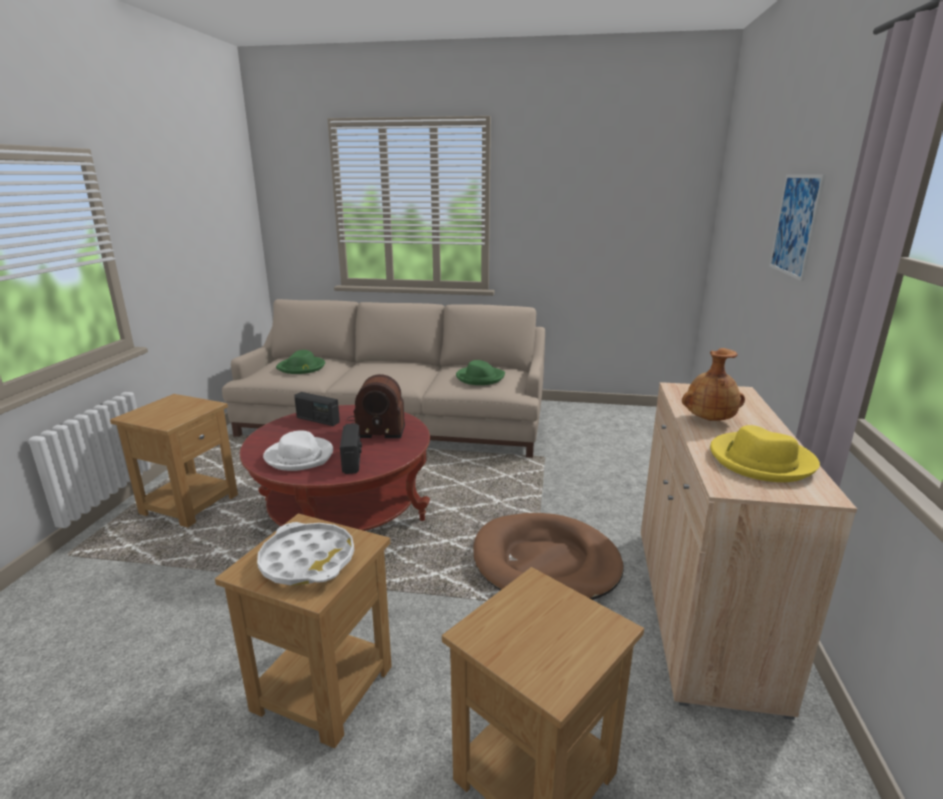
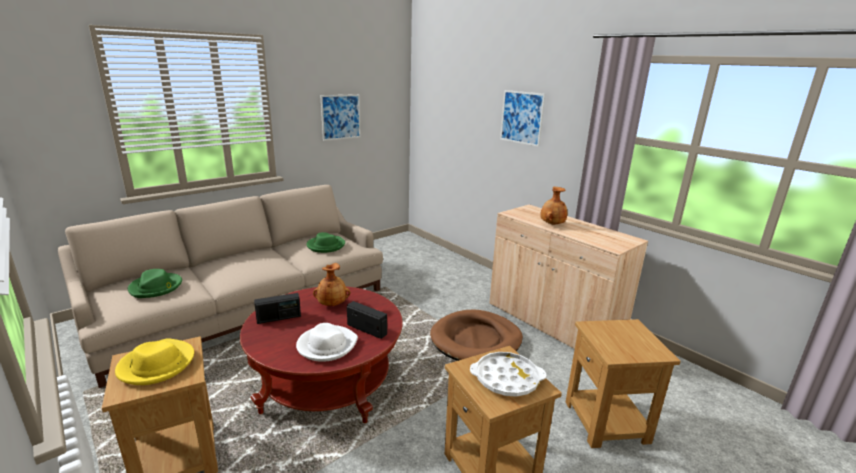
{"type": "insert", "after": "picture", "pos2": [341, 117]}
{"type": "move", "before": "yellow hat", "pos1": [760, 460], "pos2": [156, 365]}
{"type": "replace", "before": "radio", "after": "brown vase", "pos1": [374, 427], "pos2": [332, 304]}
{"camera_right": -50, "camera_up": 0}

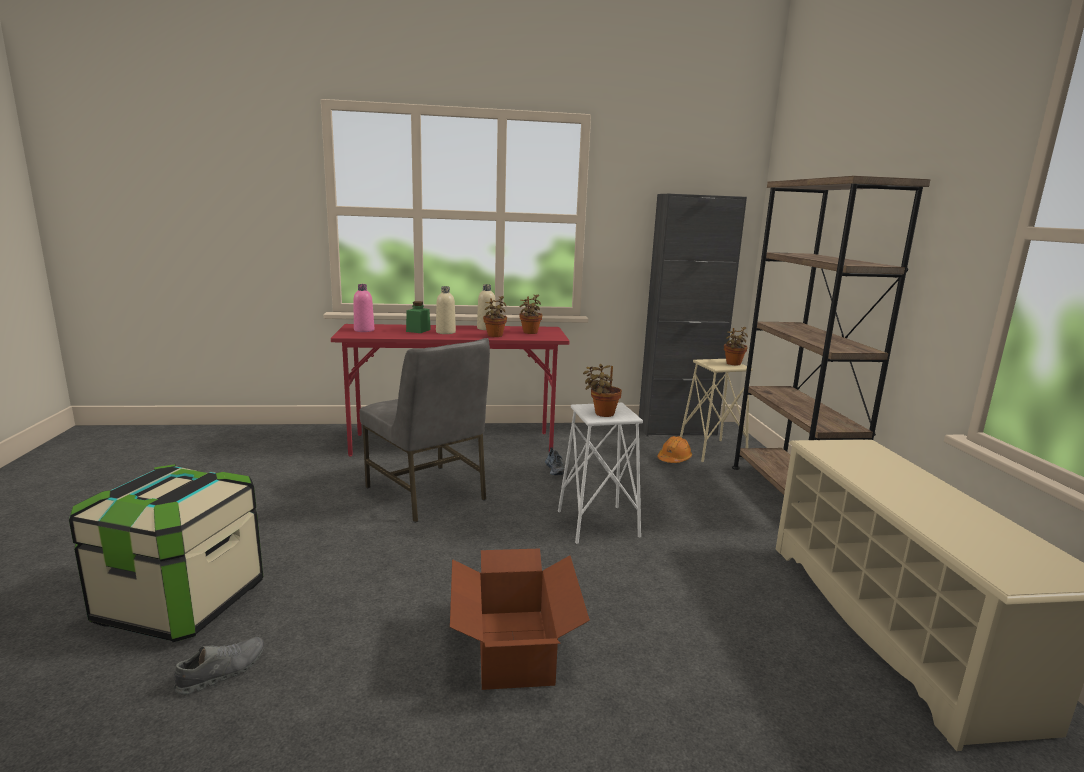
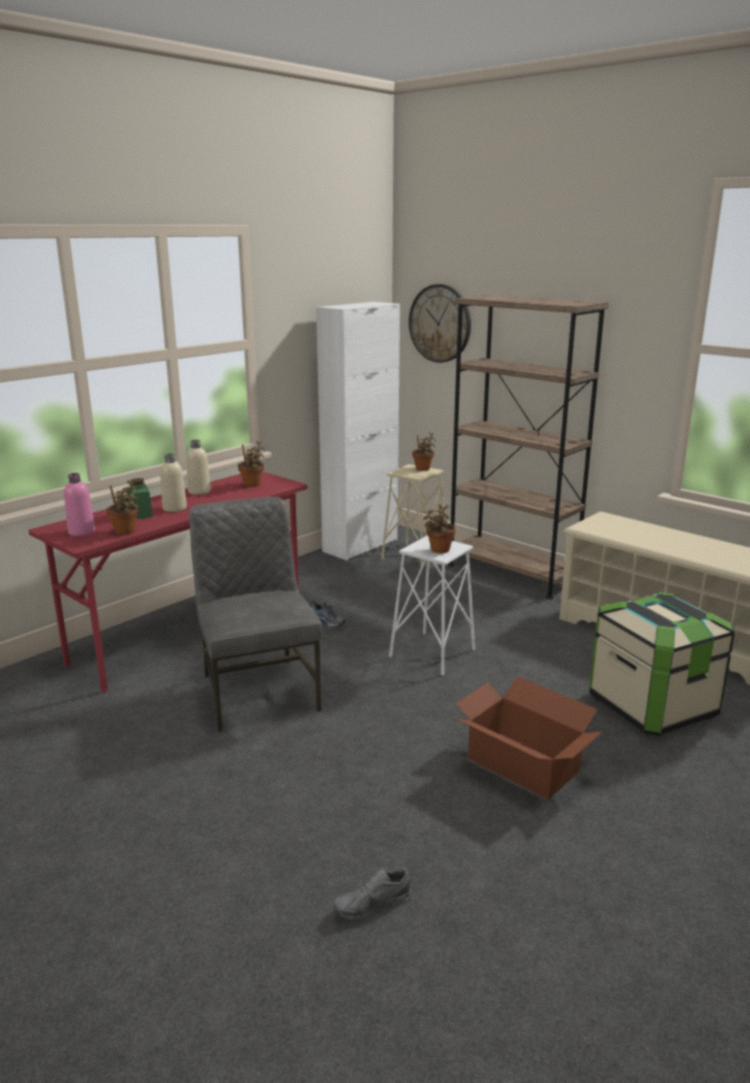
{"type": "delete", "before": "orange hard hat", "pos1": [674, 459]}
{"type": "insert", "after": "wall clock", "pos2": [440, 323]}
{"type": "move", "before": "storage box", "pos1": [182, 602], "pos2": [652, 706]}
{"type": "move", "before": "potted plant", "pos1": [494, 336], "pos2": [126, 532]}
{"type": "recolor", "before": "black cabinet", "after": "white cabinet", "pos1": [677, 430], "pos2": [360, 545]}
{"type": "rotate", "before": "grey shoe", "pos1": [222, 672], "pos2": [372, 904], "turn": -120}
{"type": "rotate", "before": "grey chair", "pos1": [427, 493], "pos2": [258, 691], "turn": -120}
{"camera_right": -40, "camera_up": 5}

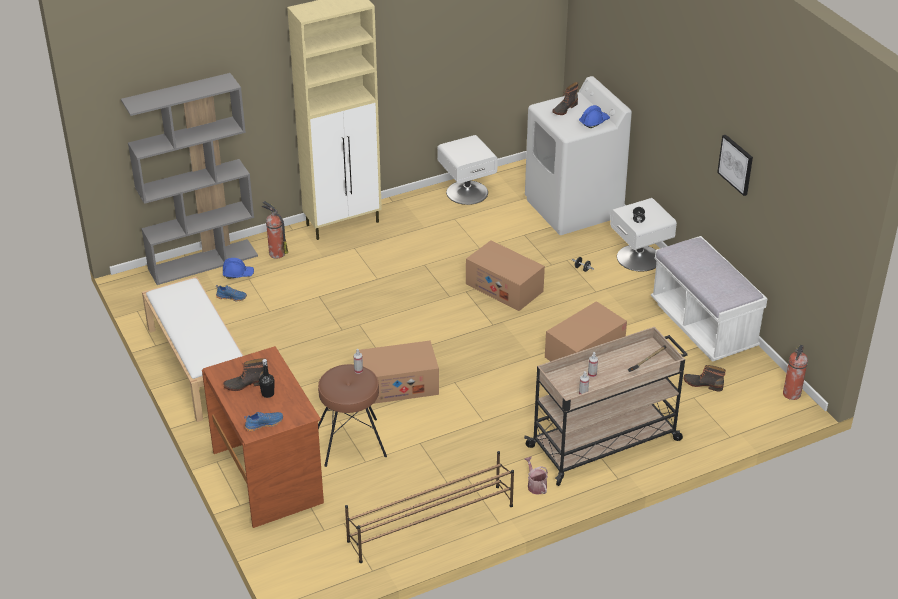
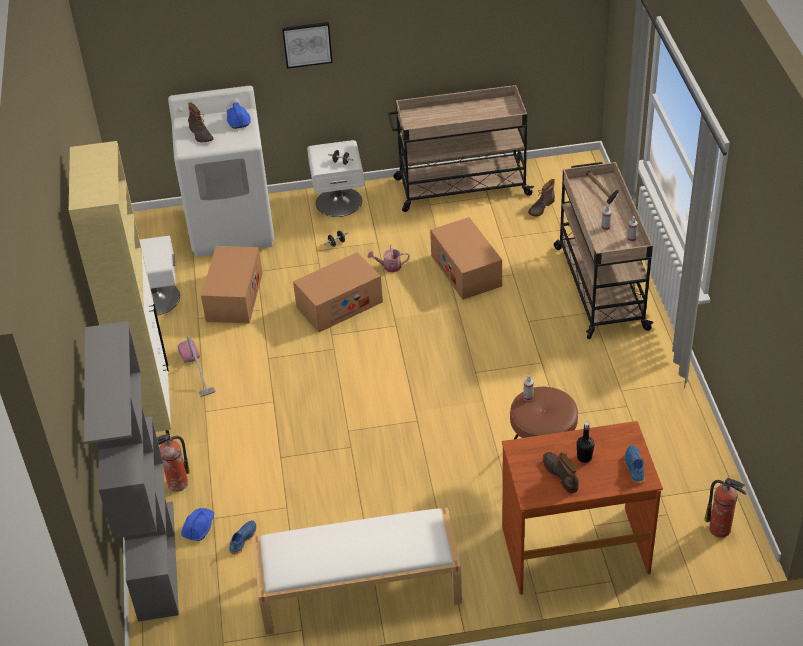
{"type": "delete", "before": "brown shoe rack", "pos1": [429, 523]}
{"type": "insert", "after": "vacuum cleaner", "pos2": [196, 371]}
{"type": "move", "before": "cardboard box", "pos1": [399, 385], "pos2": [234, 297]}
{"type": "move", "before": "watering can", "pos1": [535, 485], "pos2": [389, 266]}
{"type": "move", "before": "picture", "pos1": [736, 164], "pos2": [307, 44]}
{"type": "move", "before": "fire extinguisher", "pos1": [791, 394], "pos2": [721, 529]}
{"type": "replace", "before": "white bench", "after": "beige cart", "pos1": [703, 326], "pos2": [460, 187]}
{"type": "rotate", "before": "boot", "pos1": [246, 383], "pos2": [561, 474], "turn": 150}
{"camera_right": -70, "camera_up": 5}

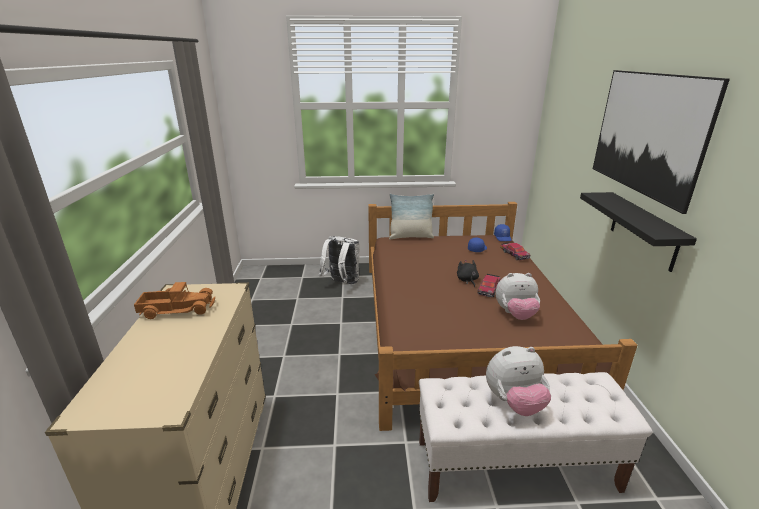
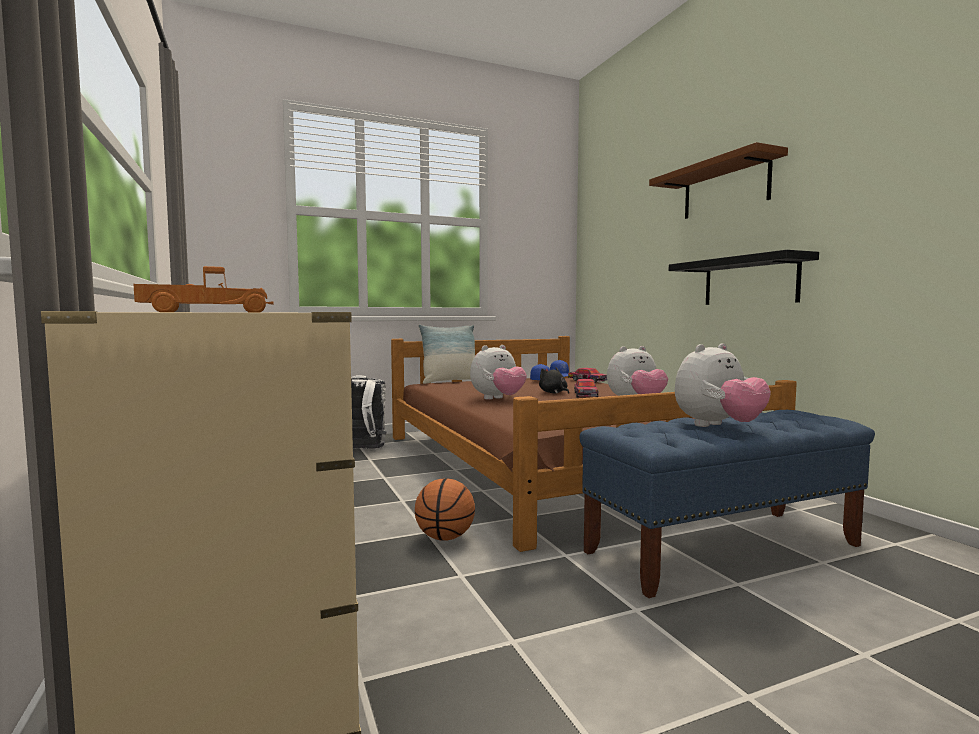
{"type": "insert", "after": "basketball", "pos2": [445, 538]}
{"type": "insert", "after": "plush toy", "pos2": [498, 399]}
{"type": "replace", "before": "picture", "after": "brown shelf", "pos1": [647, 133], "pos2": [725, 188]}
{"type": "recolor", "before": "white bench", "after": "blue bench", "pos1": [516, 465], "pos2": [724, 548]}
{"camera_right": -20, "camera_up": -20}

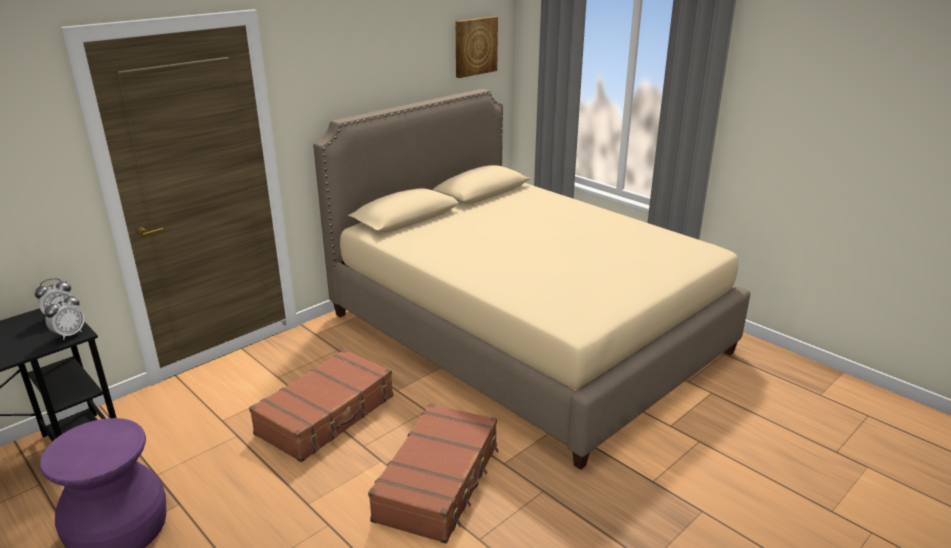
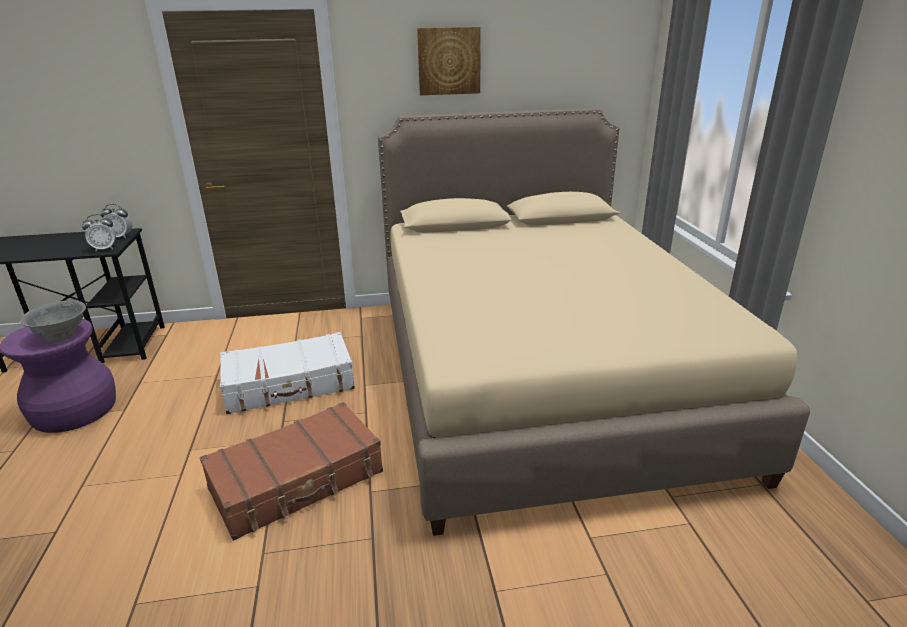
{"type": "insert", "after": "grey bowl", "pos2": [61, 335]}
{"type": "move", "before": "picture", "pos1": [475, 46], "pos2": [449, 61]}
{"type": "recolor", "before": "brown suitcase", "after": "white suitcase", "pos1": [327, 415], "pos2": [290, 385]}
{"camera_right": 35, "camera_up": 0}

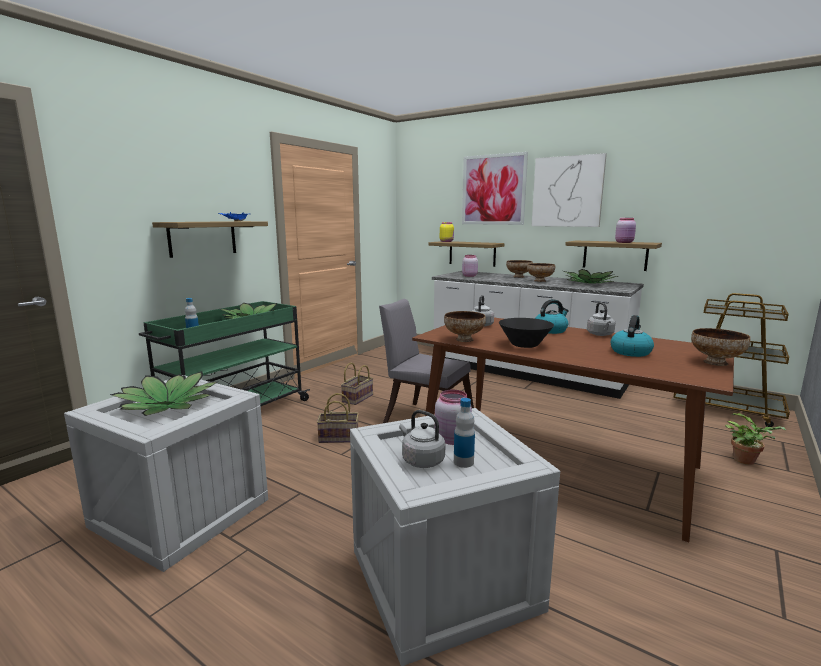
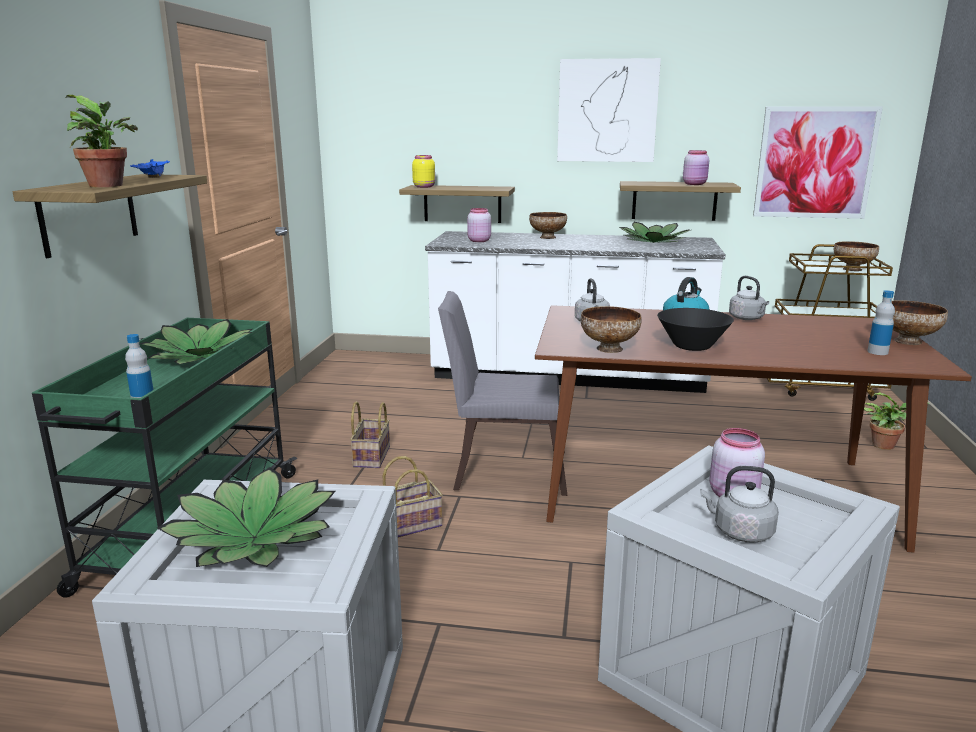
{"type": "delete", "before": "kettle", "pos1": [630, 352]}
{"type": "insert", "after": "potted plant", "pos2": [109, 186]}
{"type": "move", "before": "bottle", "pos1": [463, 462], "pos2": [877, 352]}
{"type": "move", "before": "picture", "pos1": [493, 190], "pos2": [815, 163]}
{"type": "move", "before": "bowl", "pos1": [540, 281], "pos2": [853, 269]}
{"camera_right": -25, "camera_up": 5}

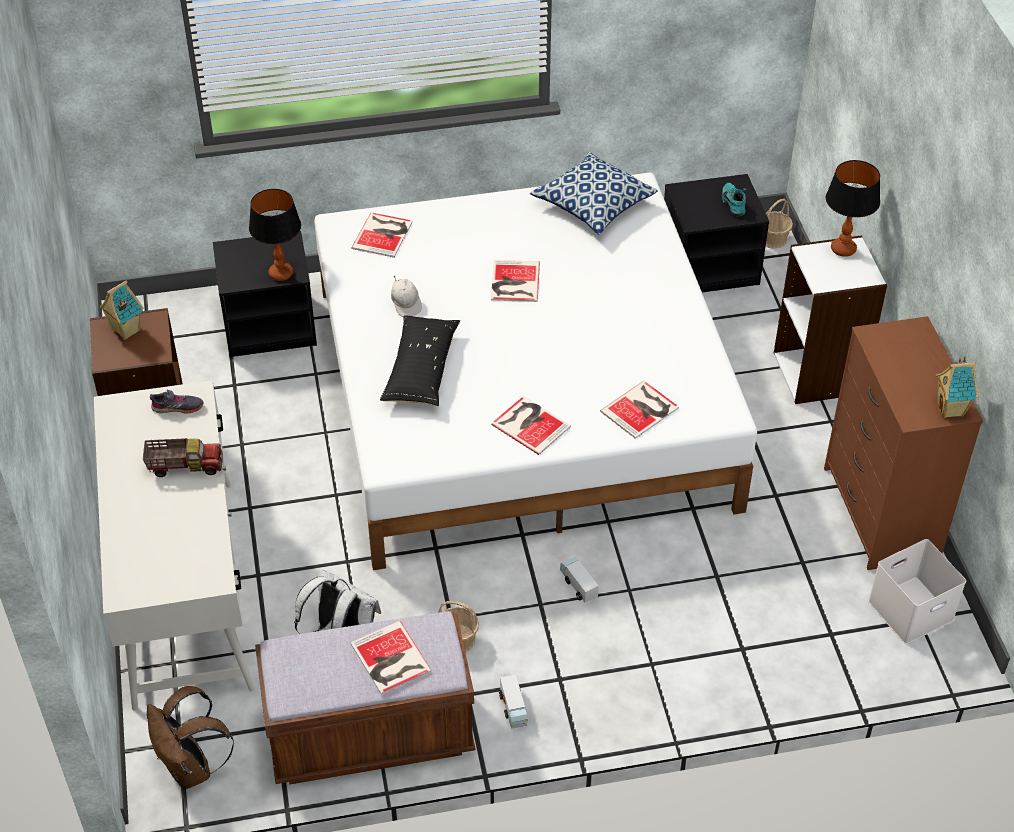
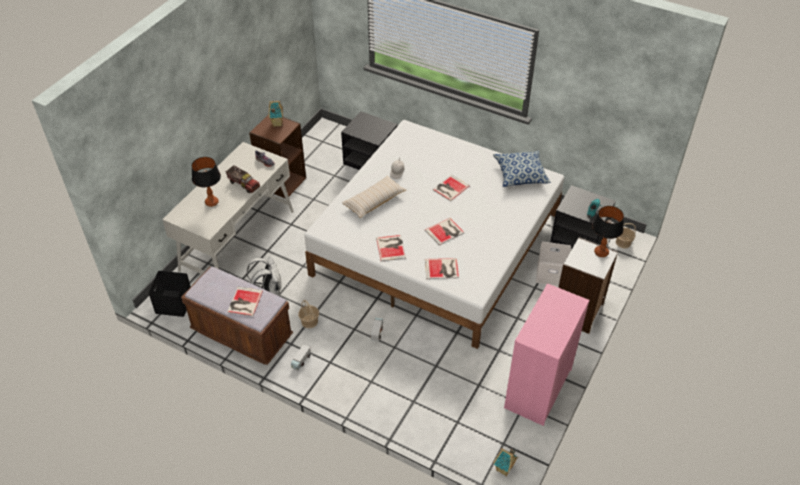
{"type": "move", "before": "table lamp", "pos1": [281, 273], "pos2": [212, 202]}
{"type": "move", "before": "book", "pos1": [384, 234], "pos2": [445, 231]}
{"type": "move", "before": "white storage box", "pos1": [910, 611], "pos2": [550, 274]}
{"type": "move", "before": "toy house", "pos1": [951, 409], "pos2": [504, 469]}
{"type": "replace", "before": "brown backpack", "after": "black storage box", "pos1": [192, 768], "pos2": [174, 304]}
{"type": "recolor", "before": "black pillow", "after": "beige pillow", "pos1": [421, 369], "pos2": [374, 201]}
{"type": "recolor", "before": "brown dresser", "after": "pink dresser", "pos1": [879, 512], "pos2": [537, 388]}
{"camera_right": 40, "camera_up": 0}

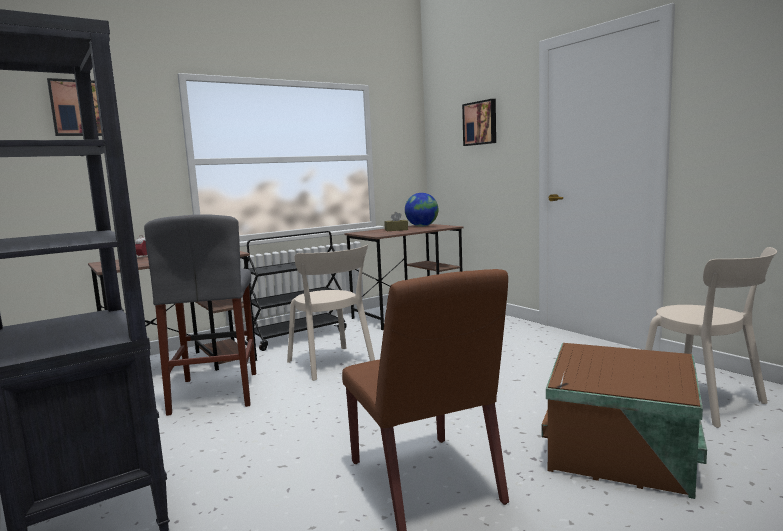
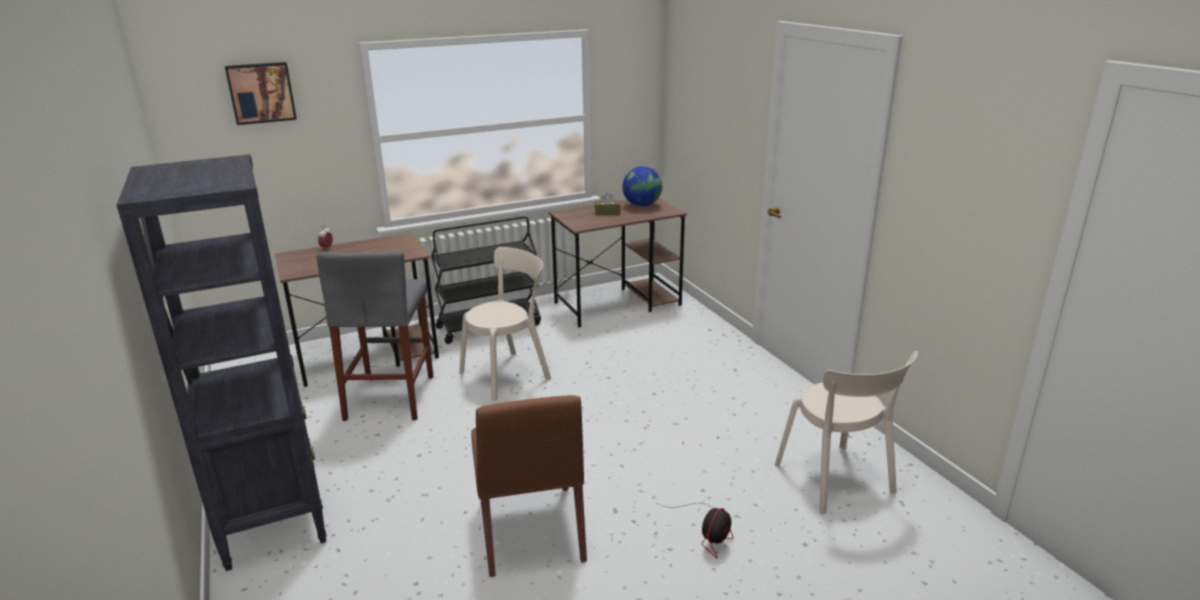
{"type": "delete", "before": "picture", "pos1": [480, 123]}
{"type": "replace", "before": "brown storage box", "after": "fan", "pos1": [621, 457], "pos2": [709, 532]}
{"type": "rotate", "before": "beige chair", "pos1": [332, 364], "pos2": [508, 374], "turn": -105}
{"camera_right": 10, "camera_up": 15}

